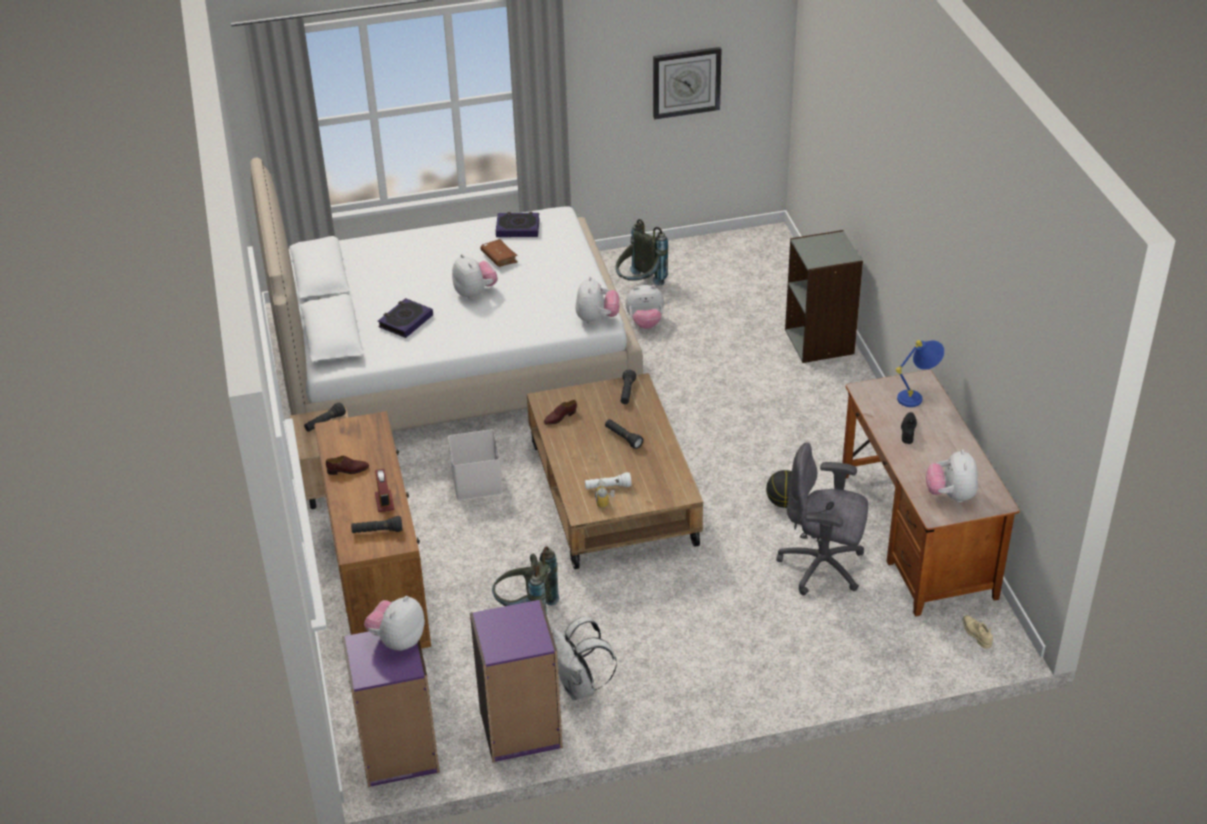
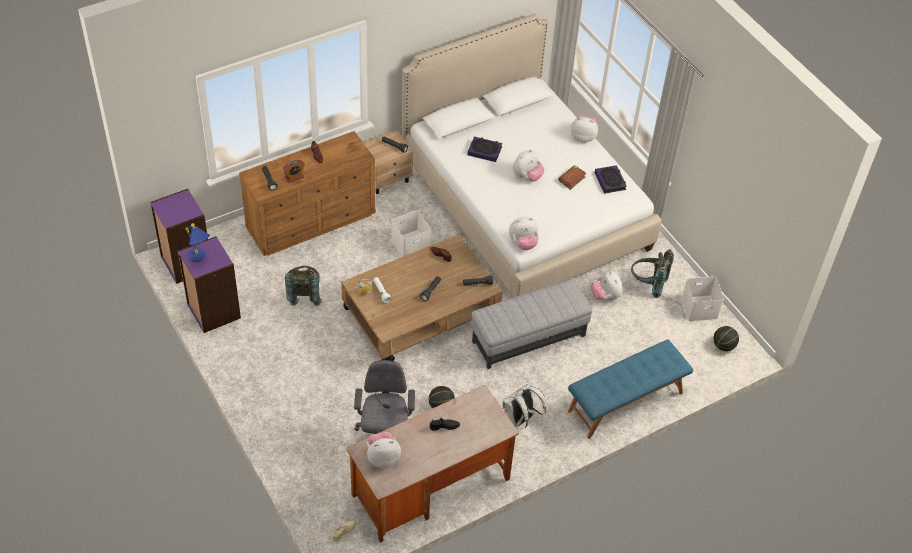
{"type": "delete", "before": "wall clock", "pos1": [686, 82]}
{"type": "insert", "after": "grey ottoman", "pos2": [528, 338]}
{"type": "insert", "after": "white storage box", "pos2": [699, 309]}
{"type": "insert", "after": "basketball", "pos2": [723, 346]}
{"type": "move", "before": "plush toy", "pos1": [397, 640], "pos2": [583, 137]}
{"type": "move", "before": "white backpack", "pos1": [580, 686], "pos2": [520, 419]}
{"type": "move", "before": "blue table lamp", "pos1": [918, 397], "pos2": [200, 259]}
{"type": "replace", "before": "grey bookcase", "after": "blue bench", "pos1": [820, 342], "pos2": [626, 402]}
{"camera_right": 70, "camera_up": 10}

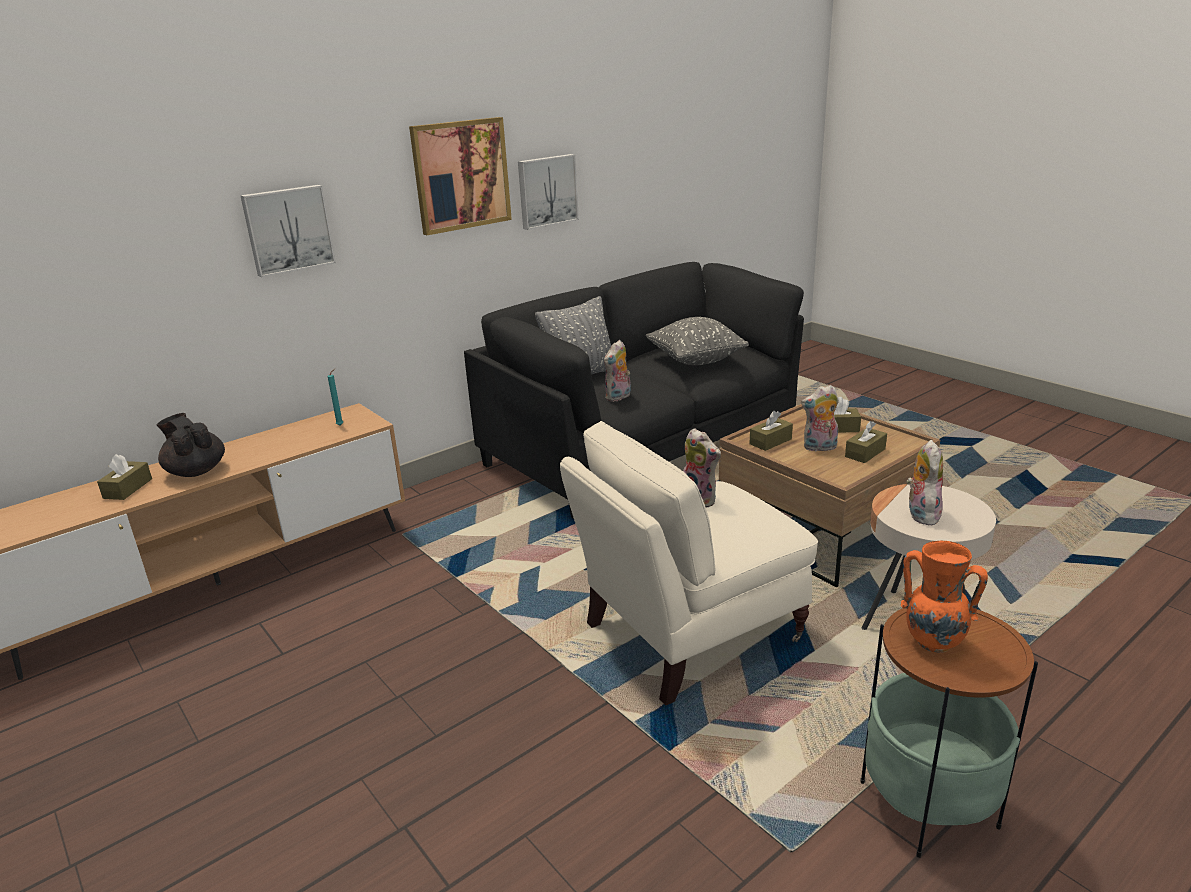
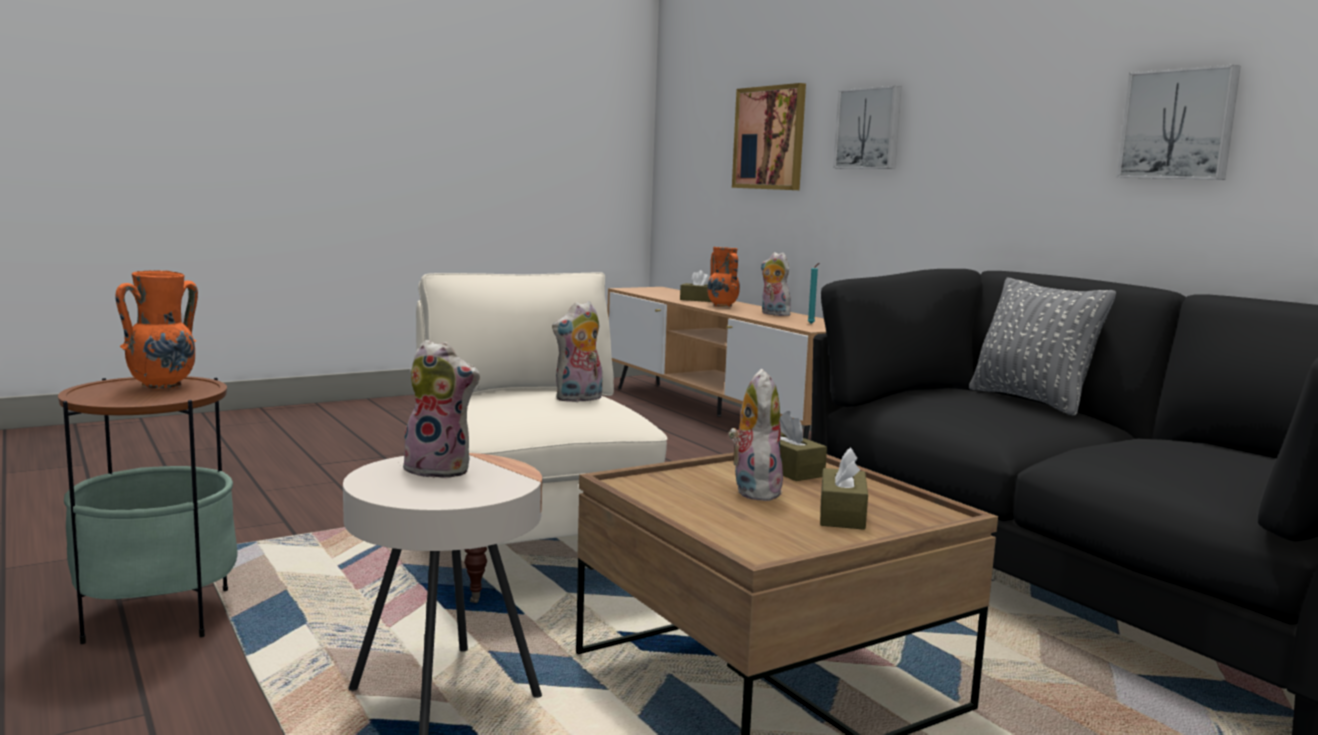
{"type": "delete", "before": "grey pillow", "pos1": [696, 360]}
{"type": "delete", "before": "brown tissue box", "pos1": [865, 453]}
{"type": "move", "before": "picture", "pos1": [461, 175], "pos2": [770, 138]}
{"type": "move", "before": "plush toy", "pos1": [618, 397], "pos2": [773, 314]}
{"type": "replace", "before": "black teapot", "after": "orange vase", "pos1": [196, 471], "pos2": [722, 306]}
{"camera_right": 95, "camera_up": -15}

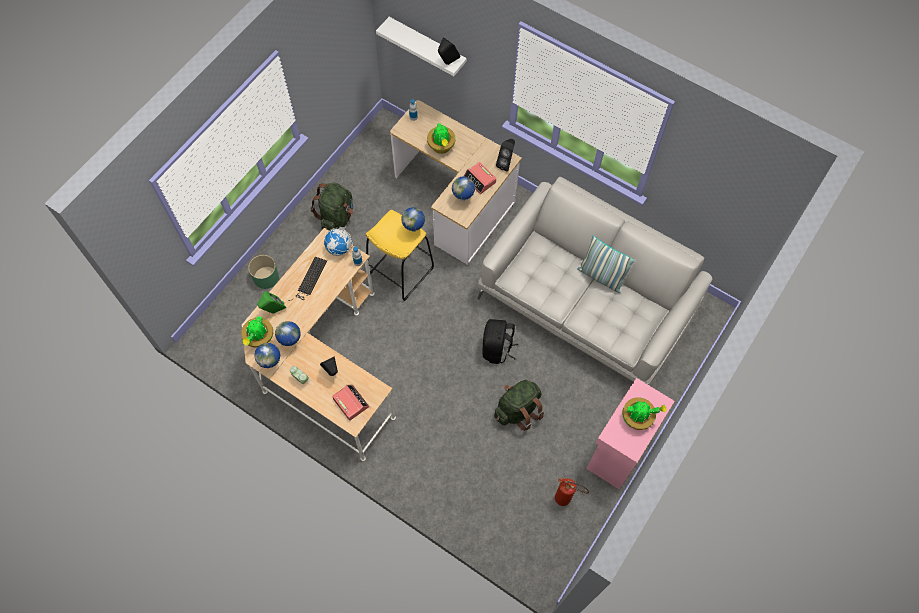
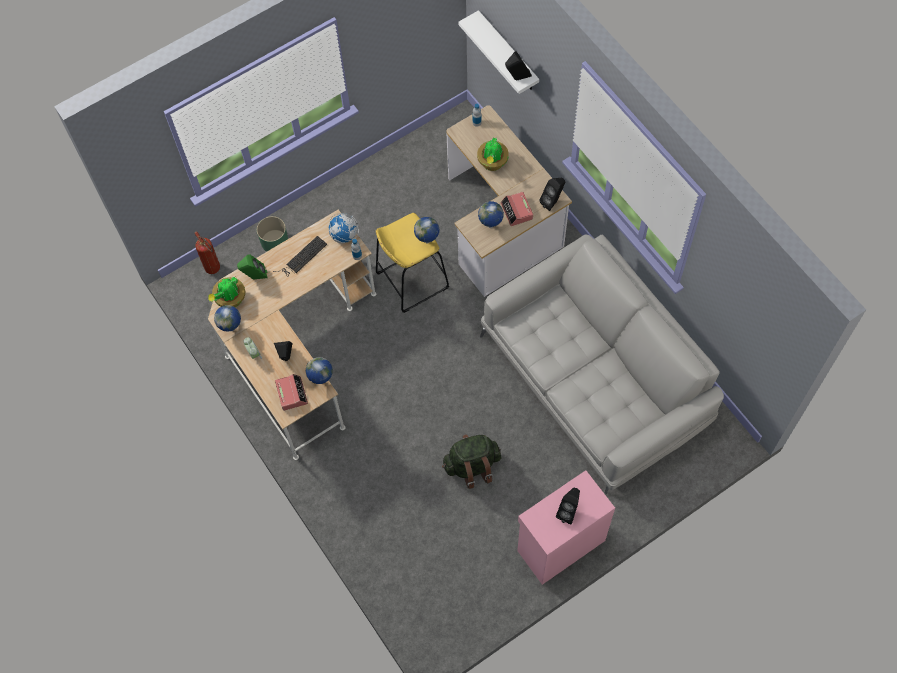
{"type": "delete", "before": "green backpack", "pos1": [336, 217]}
{"type": "delete", "before": "black backpack", "pos1": [497, 349]}
{"type": "delete", "before": "pillow", "pos1": [601, 276]}
{"type": "move", "before": "globe", "pos1": [291, 343], "pos2": [321, 381]}
{"type": "move", "before": "fire extinguisher", "pos1": [566, 500], "pos2": [214, 270]}
{"type": "replace", "before": "potted plant", "after": "black speaker", "pos1": [637, 418], "pos2": [568, 511]}
{"camera_right": 25, "camera_up": 0}

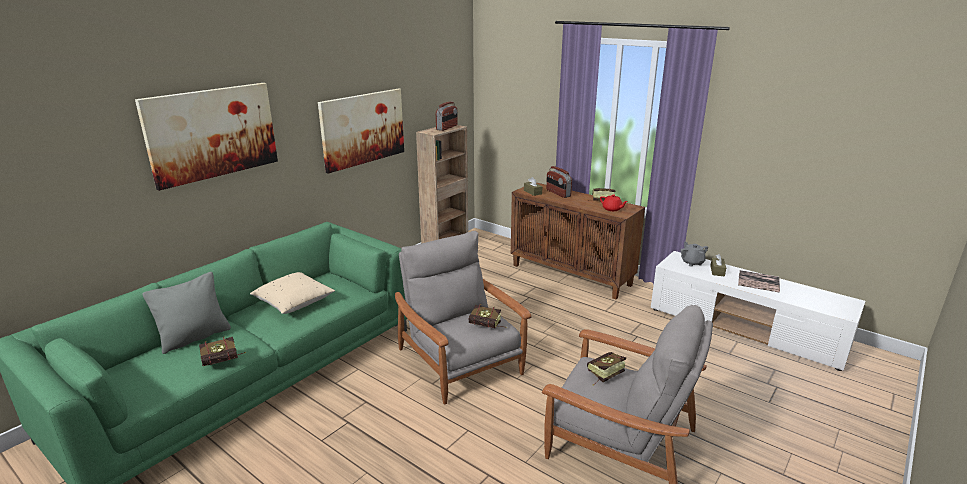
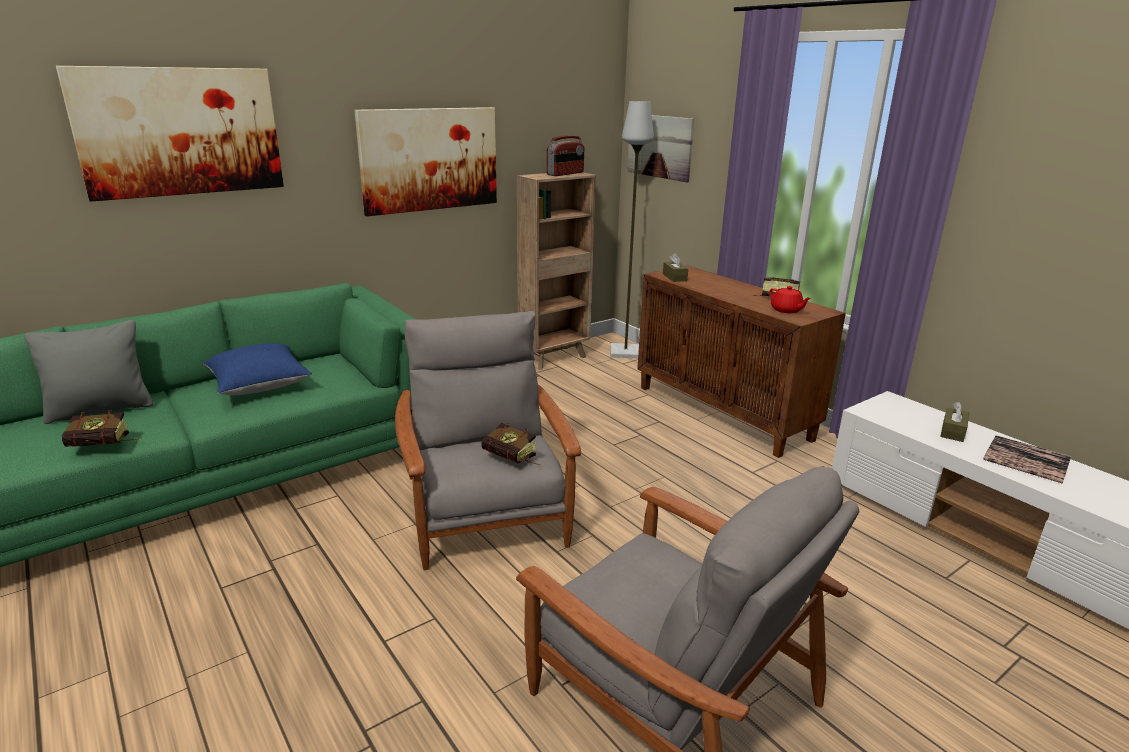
{"type": "delete", "before": "radio", "pos1": [558, 193]}
{"type": "delete", "before": "book", "pos1": [602, 375]}
{"type": "delete", "before": "grey teapot", "pos1": [692, 262]}
{"type": "insert", "after": "grey floor lamp", "pos2": [626, 352]}
{"type": "insert", "after": "picture", "pos2": [659, 146]}
{"type": "recolor", "before": "beige pillow", "after": "blue pillow", "pos1": [294, 303], "pos2": [259, 385]}
{"camera_right": 15, "camera_up": 0}

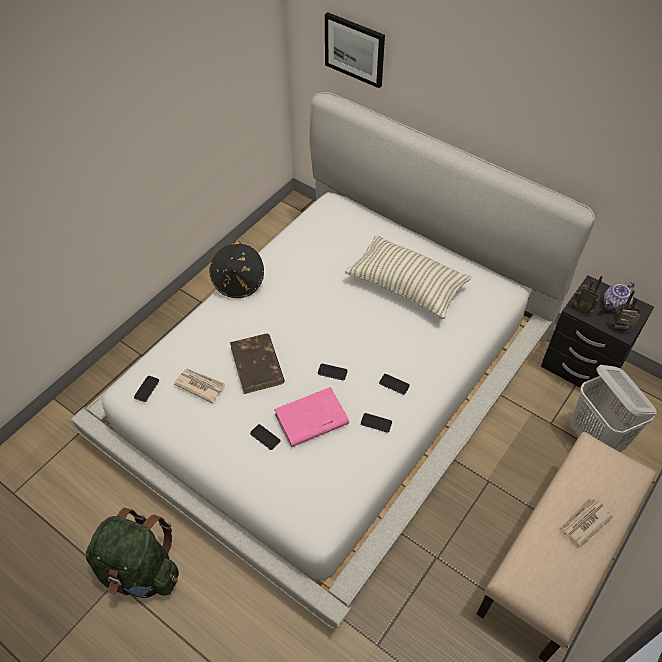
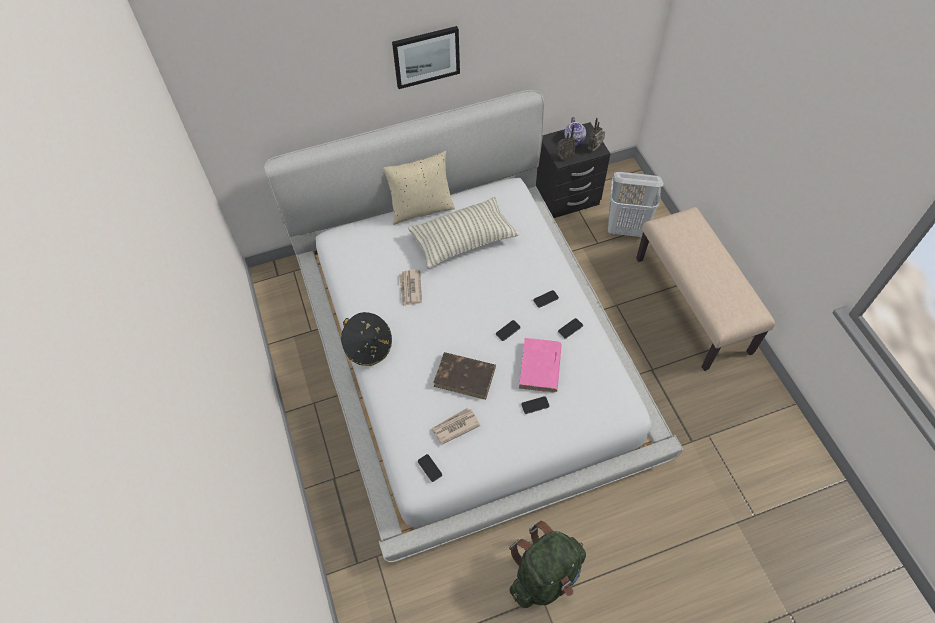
{"type": "insert", "after": "beige pillow", "pos2": [421, 209]}
{"type": "move", "before": "picture", "pos1": [355, 49], "pos2": [426, 56]}
{"type": "move", "before": "newspaper", "pos1": [584, 522], "pos2": [410, 289]}
{"camera_right": -55, "camera_up": 5}

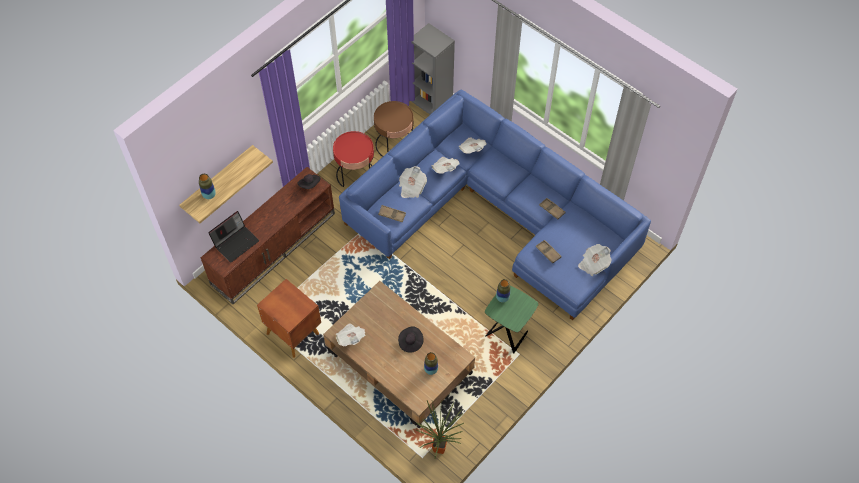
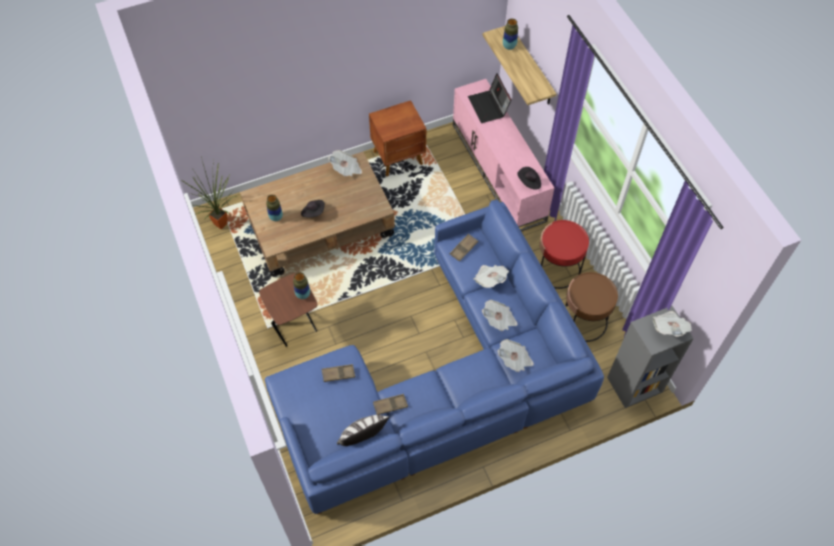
{"type": "insert", "after": "pillow", "pos2": [363, 438]}
{"type": "move", "before": "newspaper", "pos1": [593, 264], "pos2": [669, 328]}
{"type": "recolor", "before": "brown tv stand", "after": "pink tv stand", "pos1": [273, 247], "pos2": [499, 172]}
{"type": "recolor", "before": "green side table", "after": "brown side table", "pos1": [507, 333], "pos2": [295, 327]}
{"camera_right": 115, "camera_up": 0}

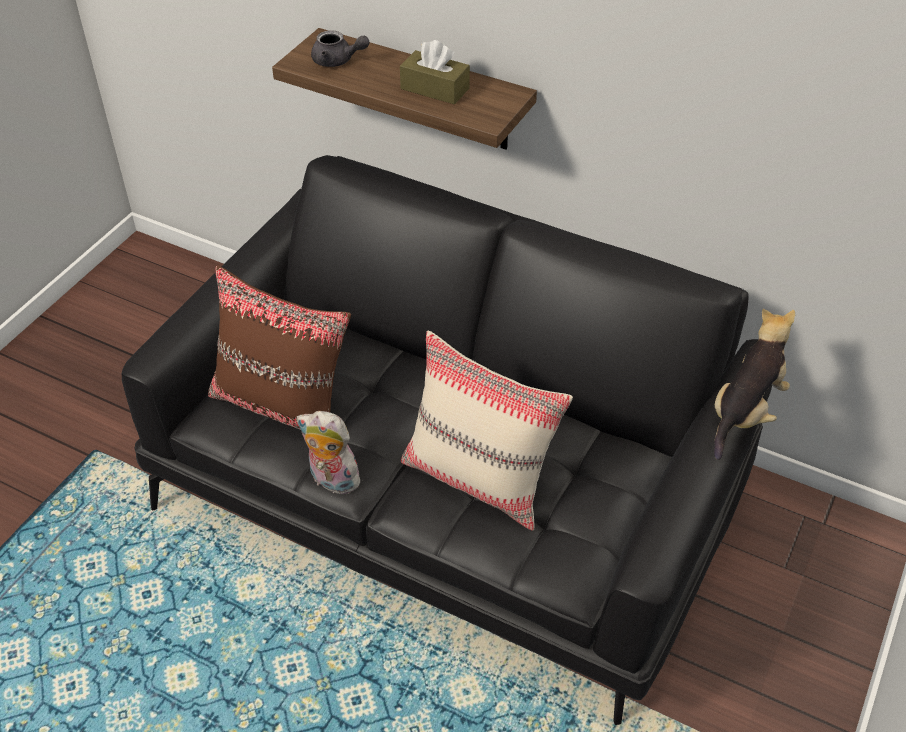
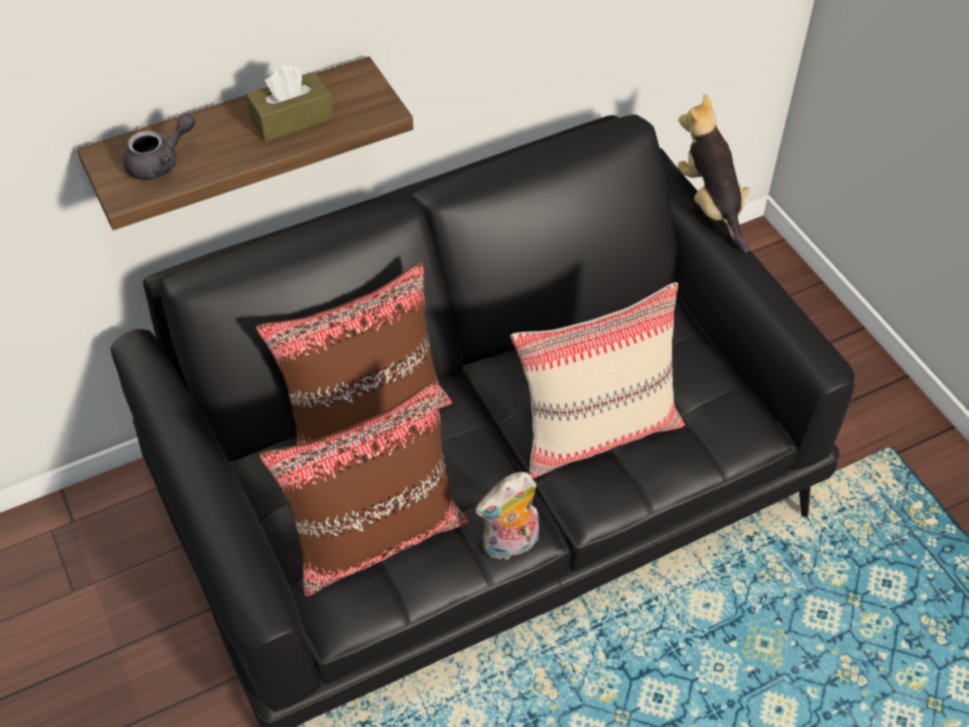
{"type": "insert", "after": "brown pillow", "pos2": [366, 415]}
{"camera_right": -55, "camera_up": 5}

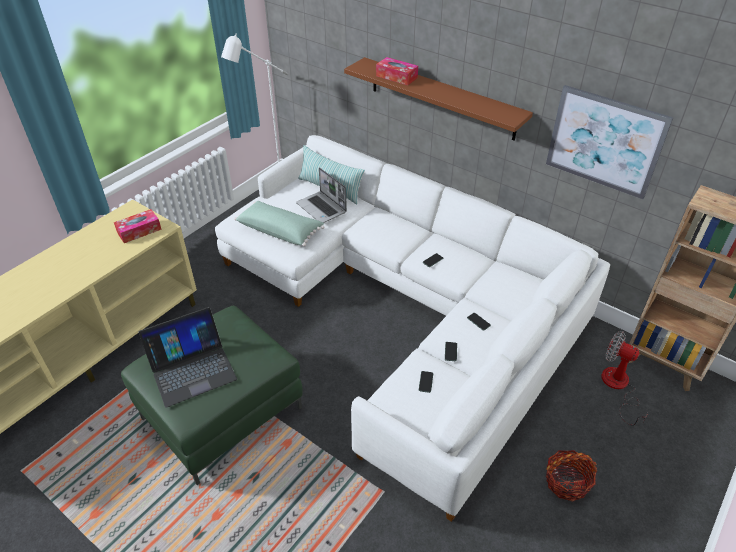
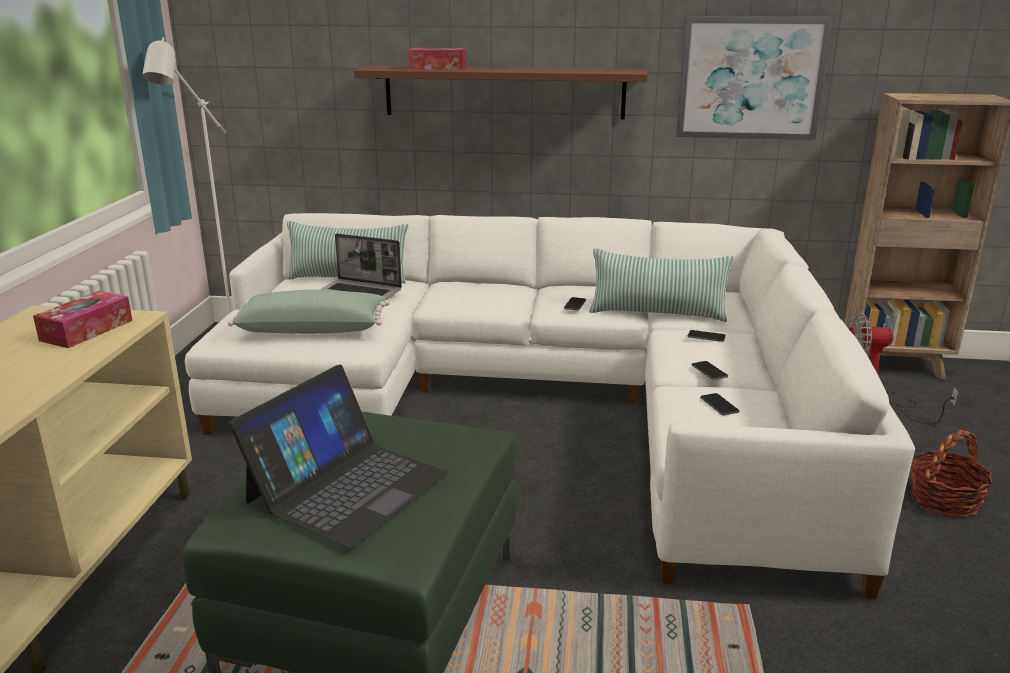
{"type": "insert", "after": "pillow", "pos2": [657, 313]}
{"camera_right": -30, "camera_up": -20}

